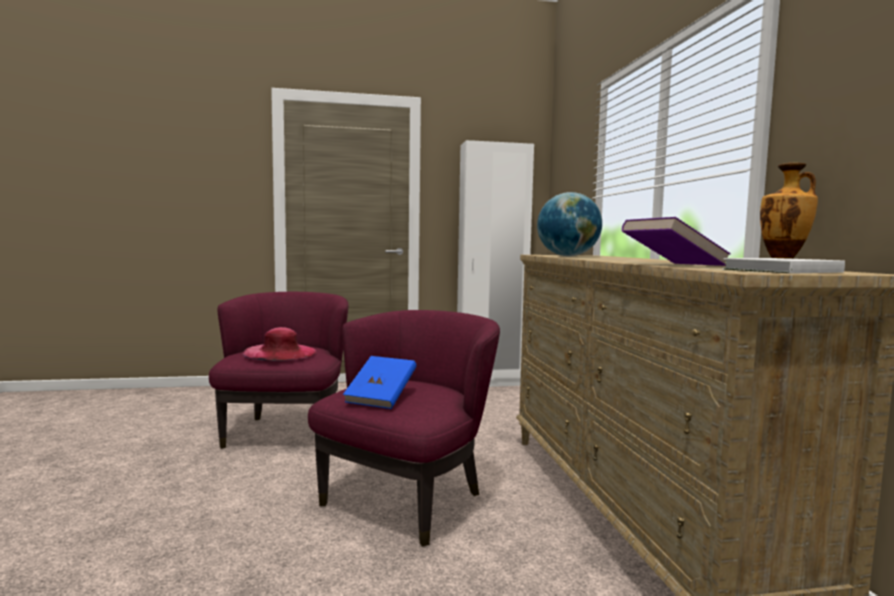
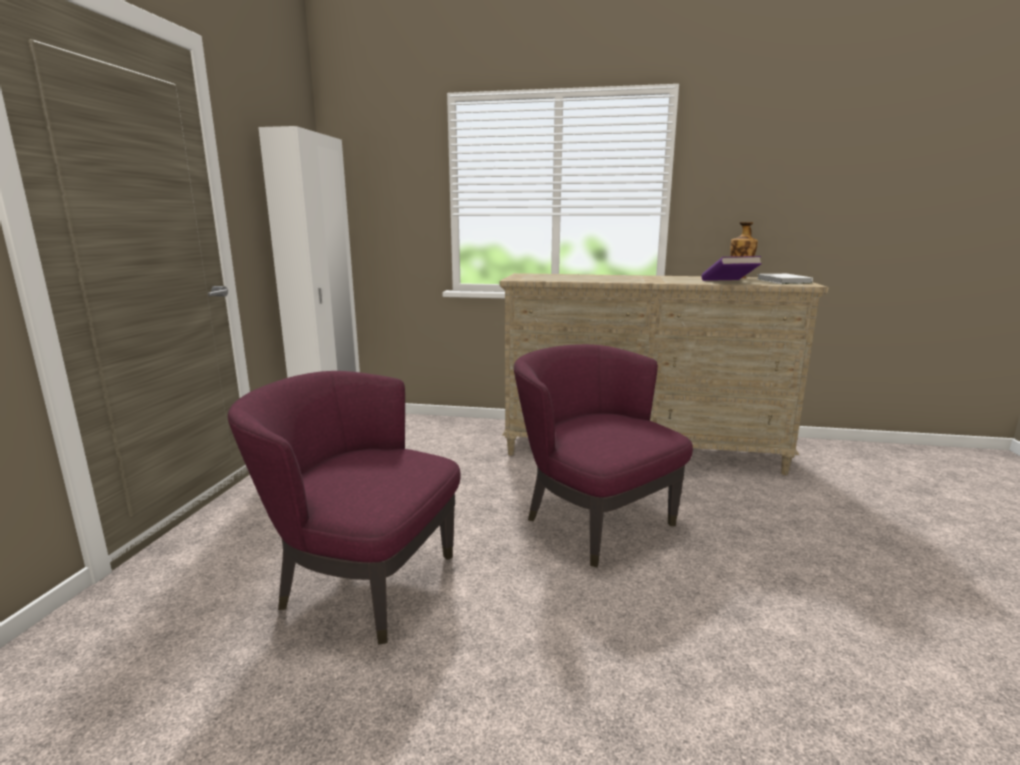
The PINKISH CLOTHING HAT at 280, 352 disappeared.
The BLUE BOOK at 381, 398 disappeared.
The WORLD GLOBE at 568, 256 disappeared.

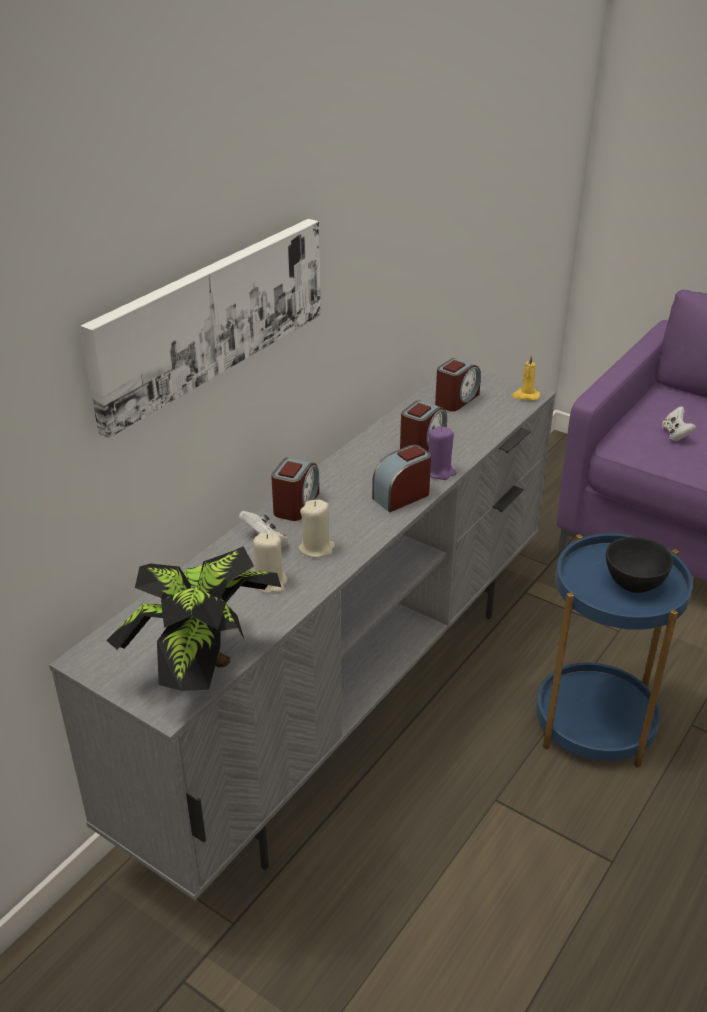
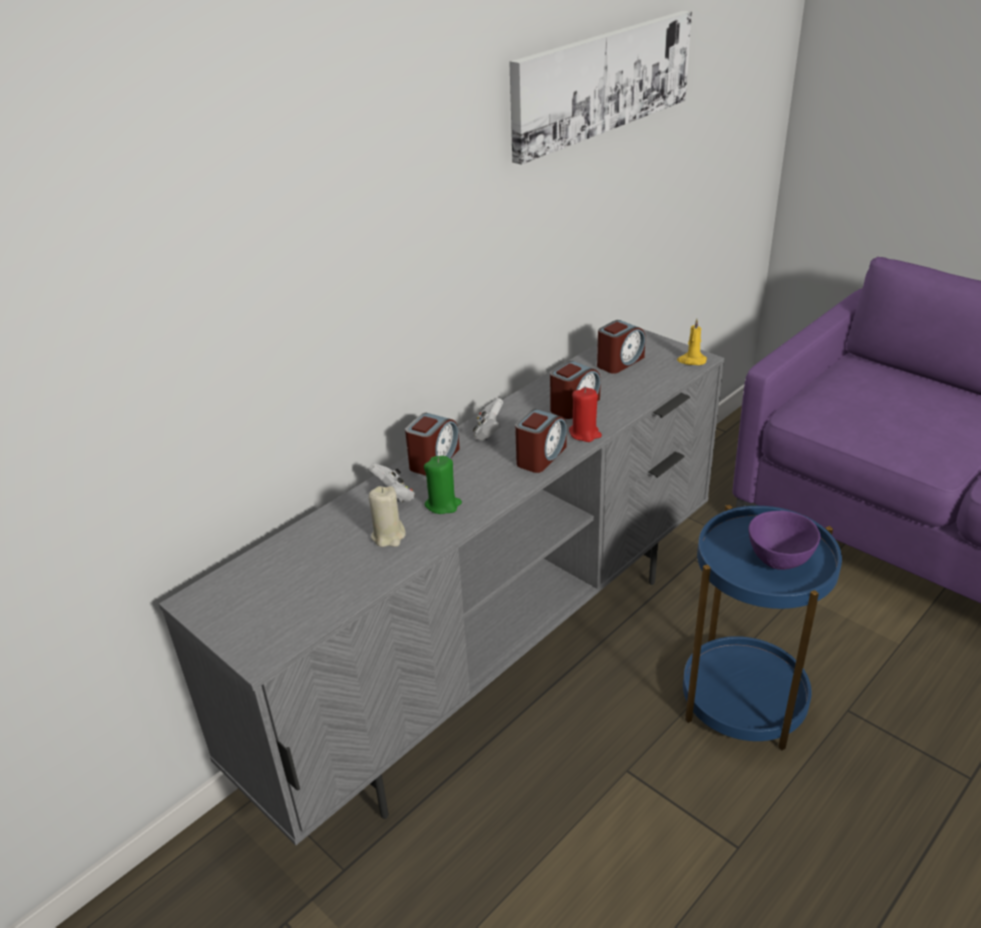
The WALL PICTURE moved from 210, 317 to 601, 82.
The HOUSEPLANT at 204, 671 disappeared.
The BEIGE-COLOURED WAX LIGHT at 317, 548 became the GREEN WAX LIGHT at 443, 505.
The ALARM CLOCK at 401, 496 turned 150 degrees clockwise.
The PURPLISH WAX LIGHT at 439, 472 became the RED WAX LIGHT at 585, 434.
The BLACKISH SERVING BOWL at 634, 583 became the PURPLISH SERVING BOWL at 779, 559.
The WHITE-COLOURED JOYPAD moved from 675, 434 to 488, 432.

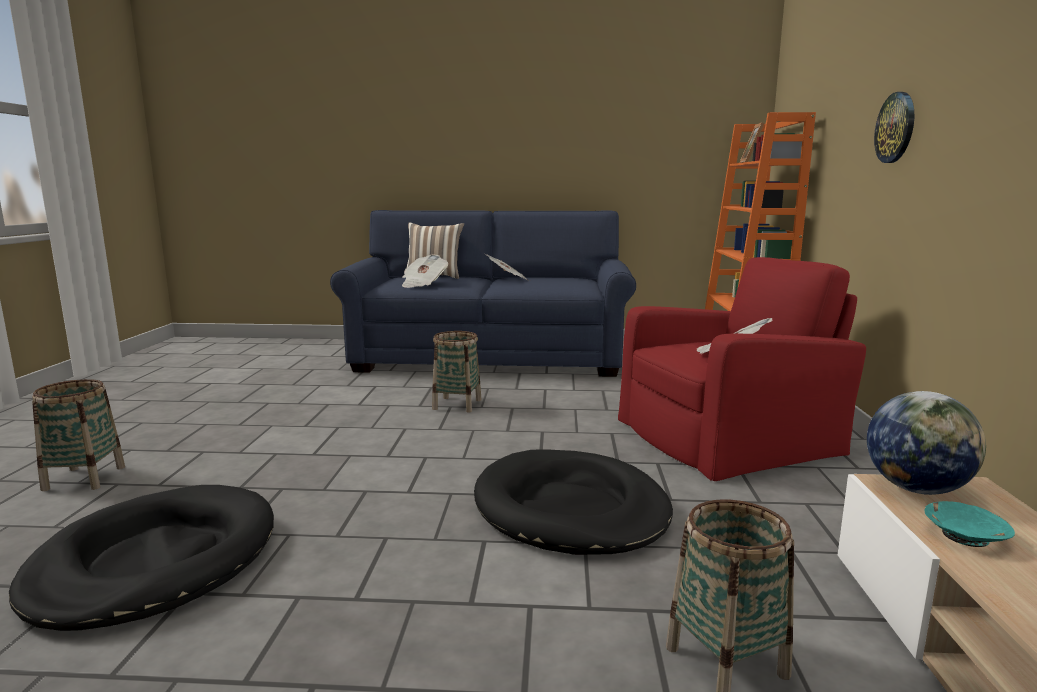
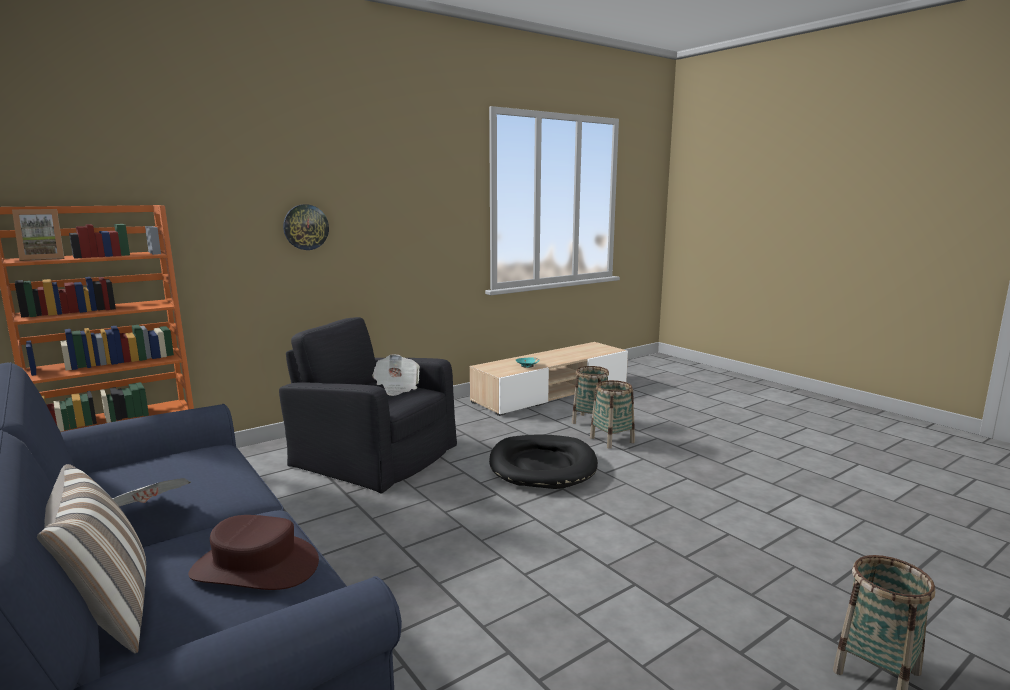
The BLACKISH DOG BED at 155, 561 disappeared.
The DAILY PAPER at 423, 284 was replaced by the BROWN CLOTHING HAT at 256, 567.
The BASKET moved from 457, 404 to 611, 440.
The RED EASY CHAIR at 728, 436 became the BLACKISH EASY CHAIR at 373, 455.
The WORLD GLOBE at 916, 489 disappeared.

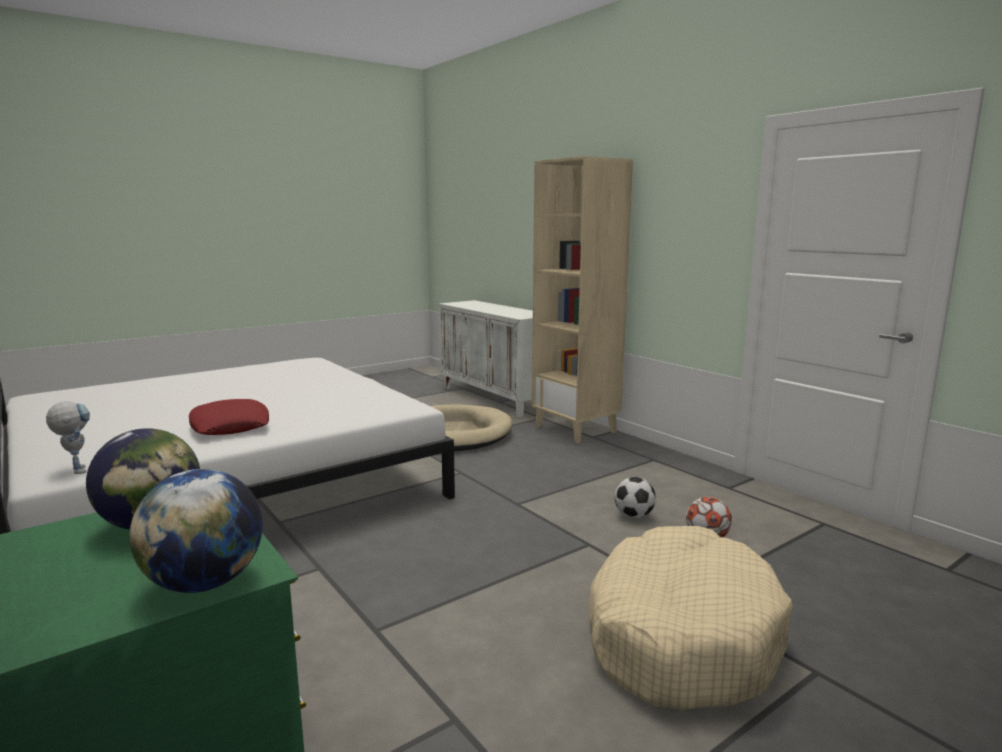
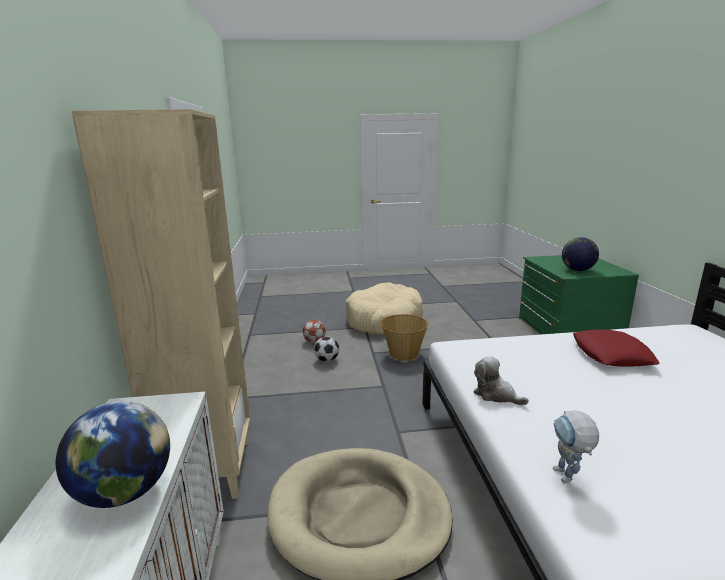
The ROBOT FIGURE moved from 76, 469 to 568, 479.
The WORLD GLOBE moved from 205, 583 to 125, 492.
The BASKET at 403, 354 appeared.
The PLUSH TOY at 496, 395 appeared.

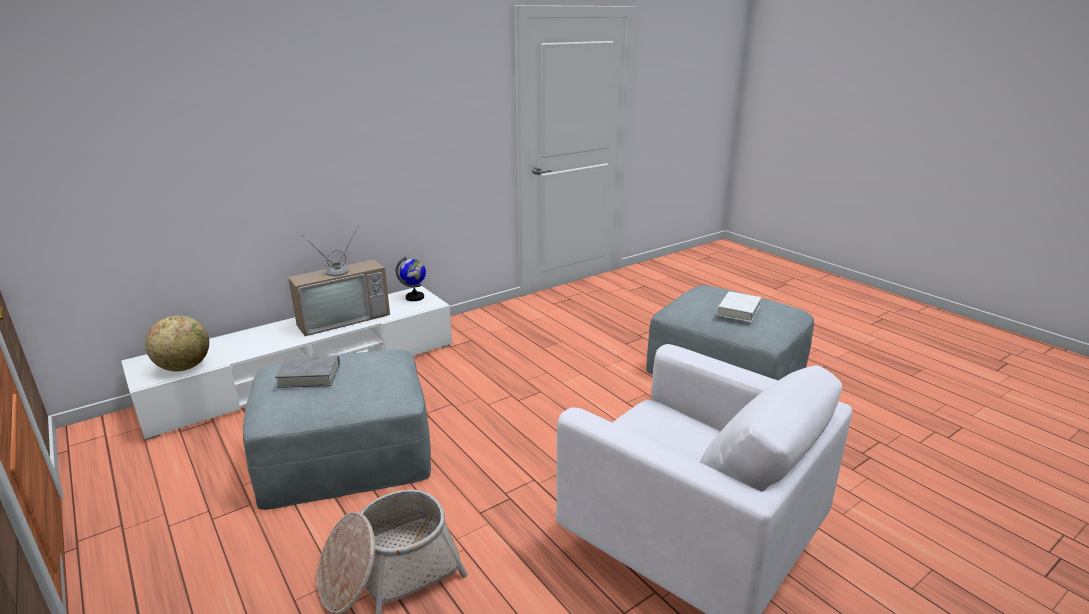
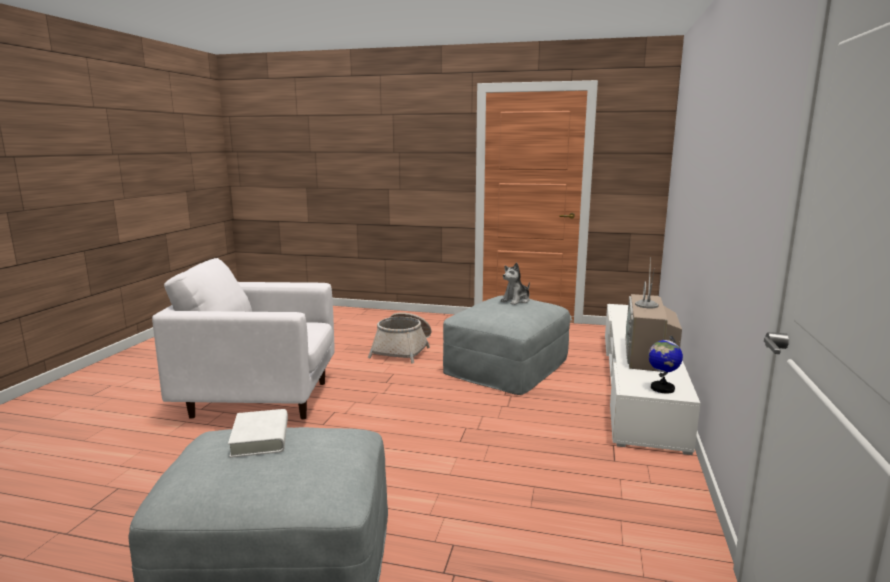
The WORLD GLOBE at 184, 367 disappeared.
The GREYISH BOOK at 309, 376 was replaced by the PLUSH TOY at 516, 300.

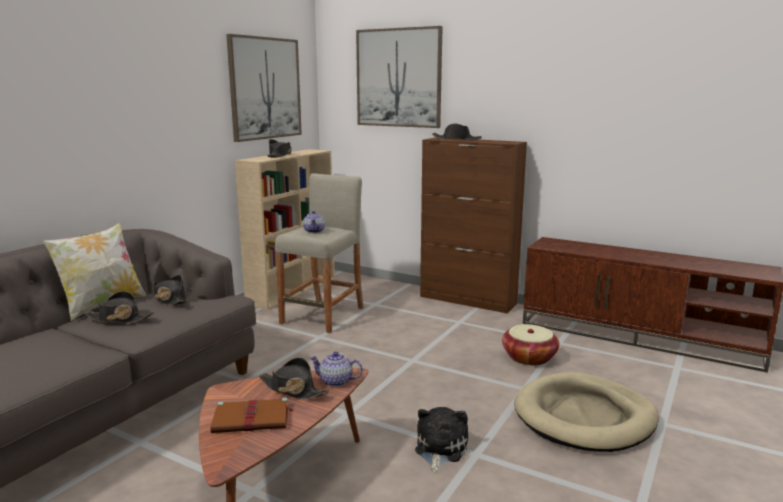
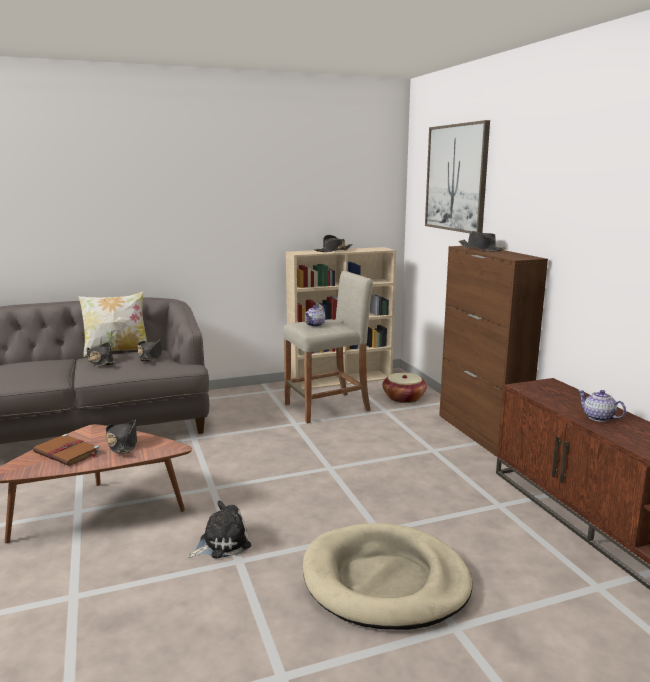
The WALL PICTURE at 265, 88 disappeared.
The POT FOR TEA moved from 336, 381 to 599, 418.
The BASKET moved from 529, 357 to 404, 398.

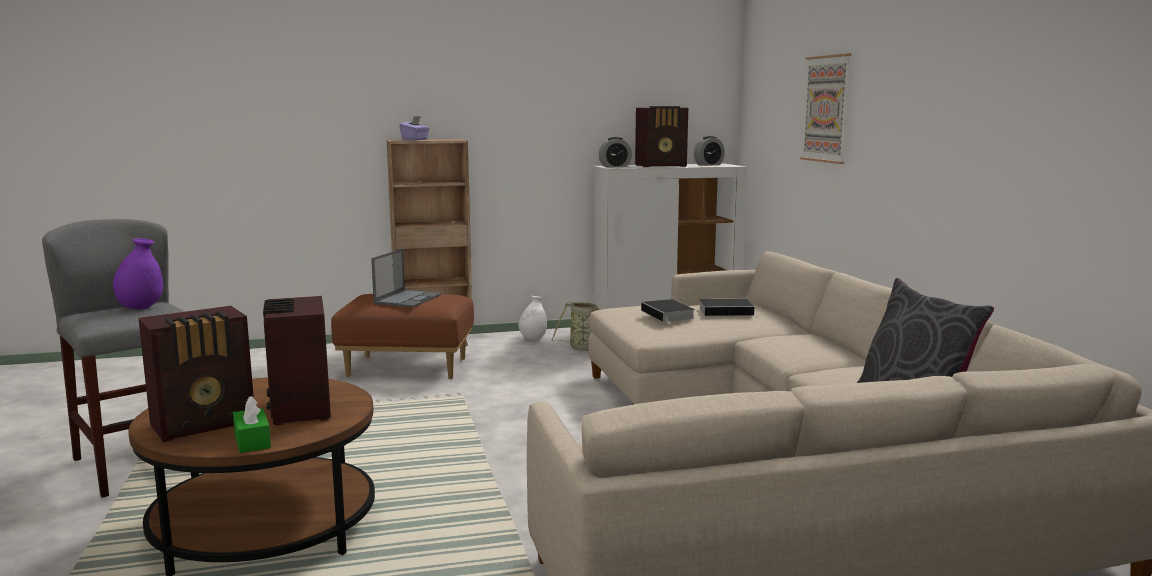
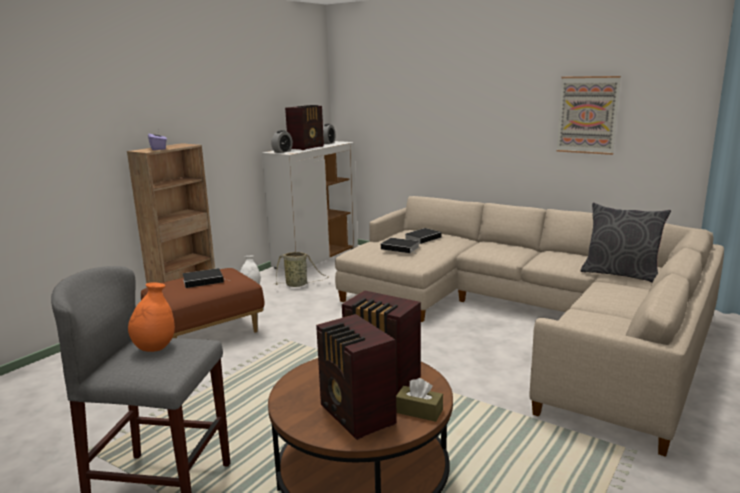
The PURPLISH FLOWER VASE at 140, 308 became the ORANGE FLOWER VASE at 155, 348.
The RADIO at 206, 424 turned 135 degrees clockwise.
The GREEN TISSUE HOLDER at 252, 441 became the BROWN TISSUE HOLDER at 419, 411.
The NOTEBOOK COMPUTER at 408, 299 was replaced by the BOOK at 204, 280.
The WALL PICTURE moved from 826, 109 to 587, 115.

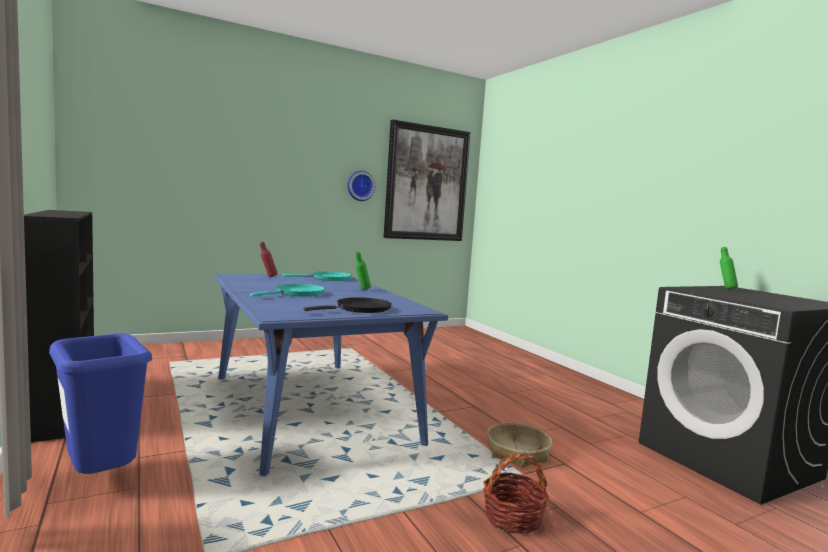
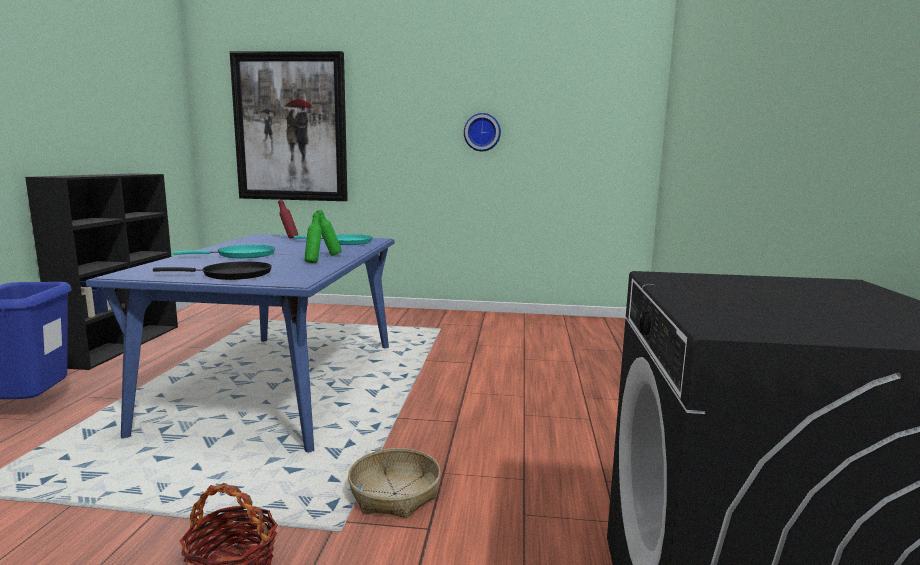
The WALL PICTURE moved from 426, 183 to 291, 128.
The GREEN BEVERAGE BOTTLE moved from 725, 289 to 314, 262.

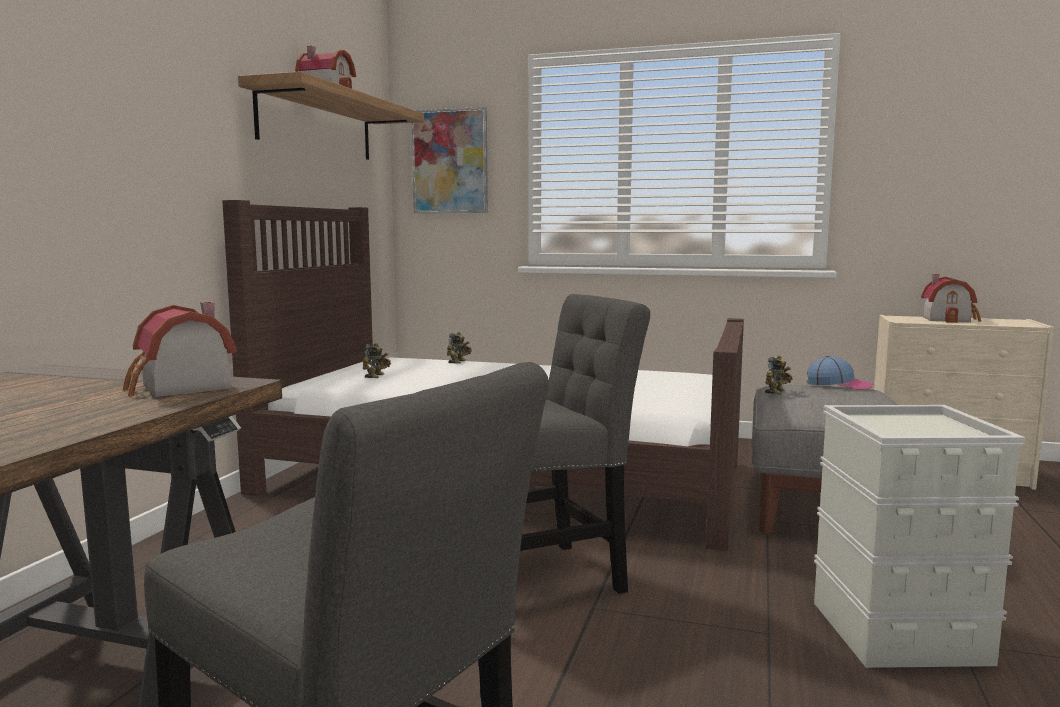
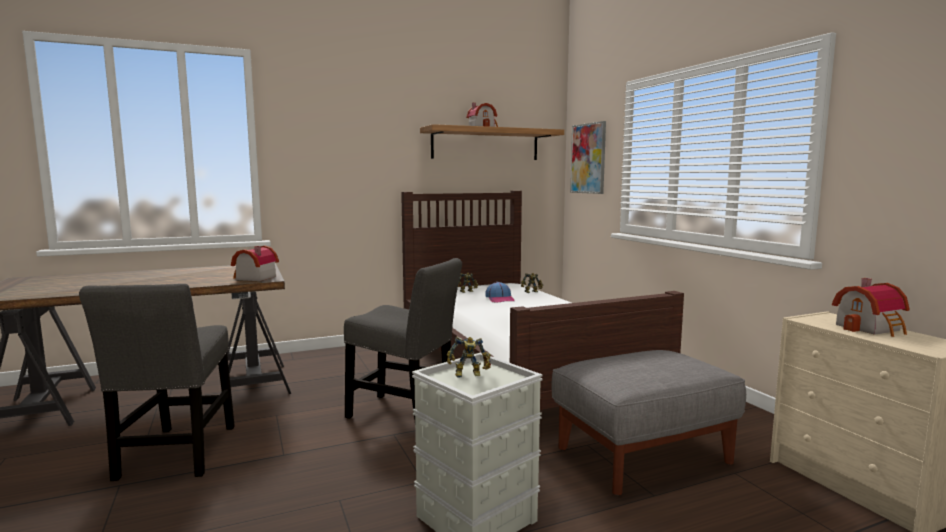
The ROBOT FIGURE moved from 777, 392 to 469, 375.
The BASEBALL CAP moved from 839, 384 to 500, 299.

